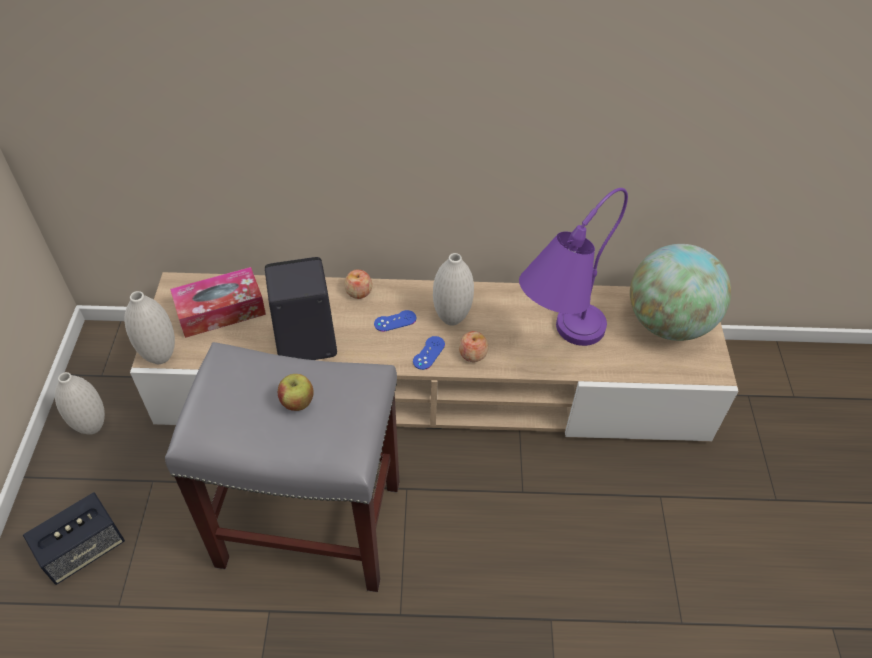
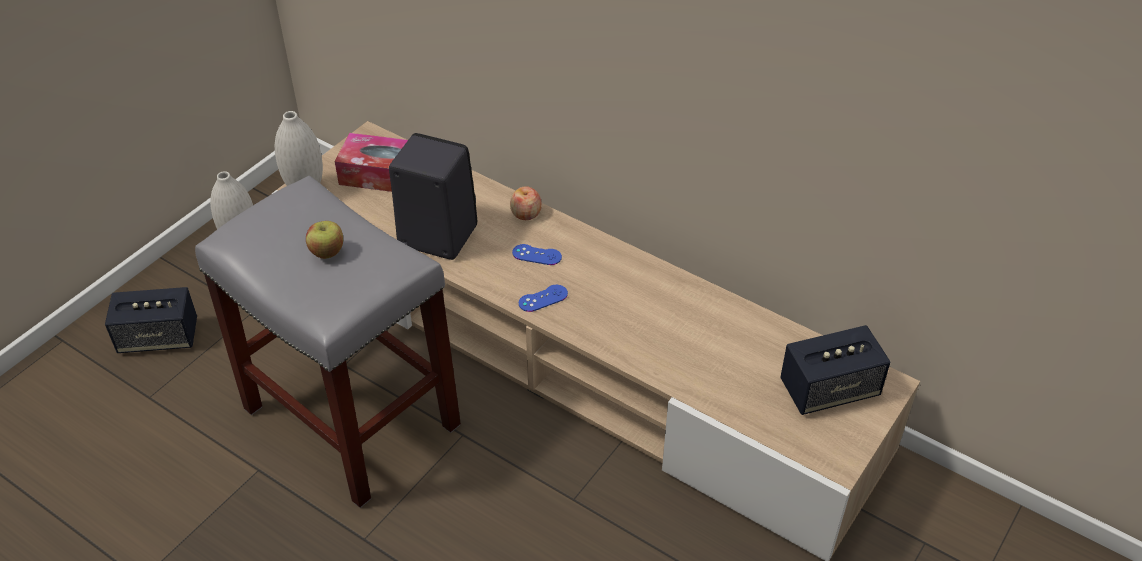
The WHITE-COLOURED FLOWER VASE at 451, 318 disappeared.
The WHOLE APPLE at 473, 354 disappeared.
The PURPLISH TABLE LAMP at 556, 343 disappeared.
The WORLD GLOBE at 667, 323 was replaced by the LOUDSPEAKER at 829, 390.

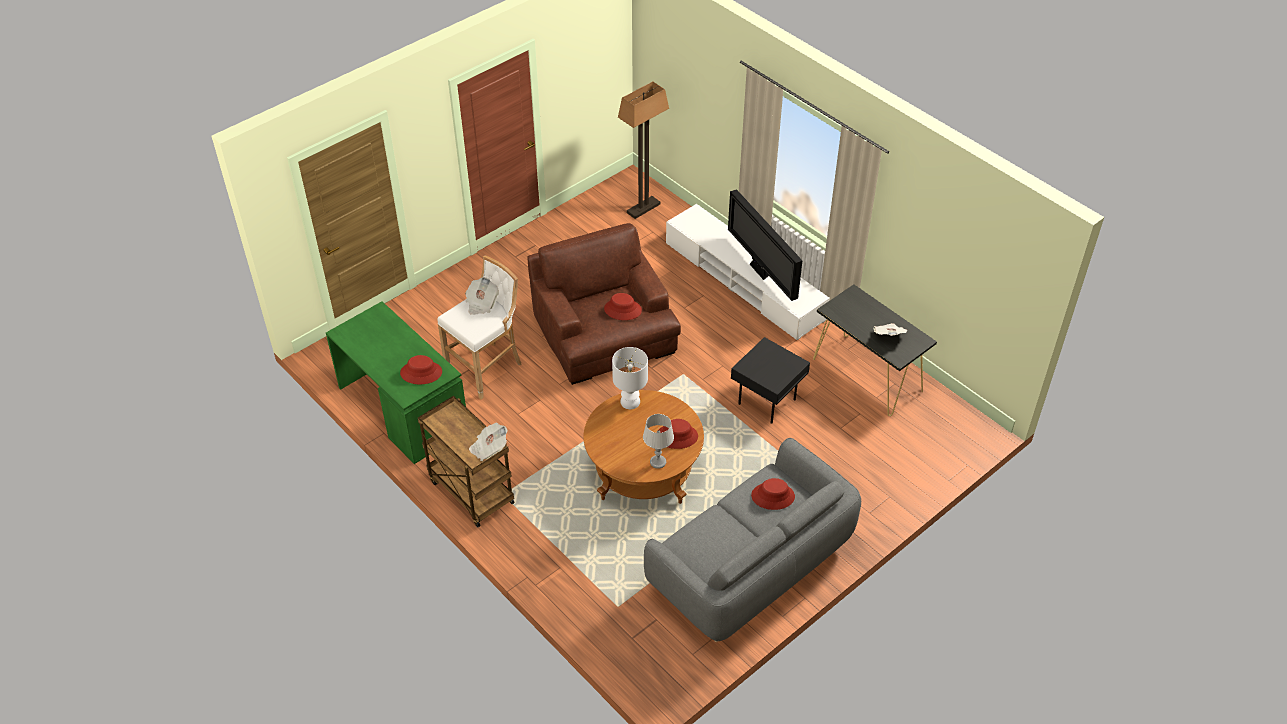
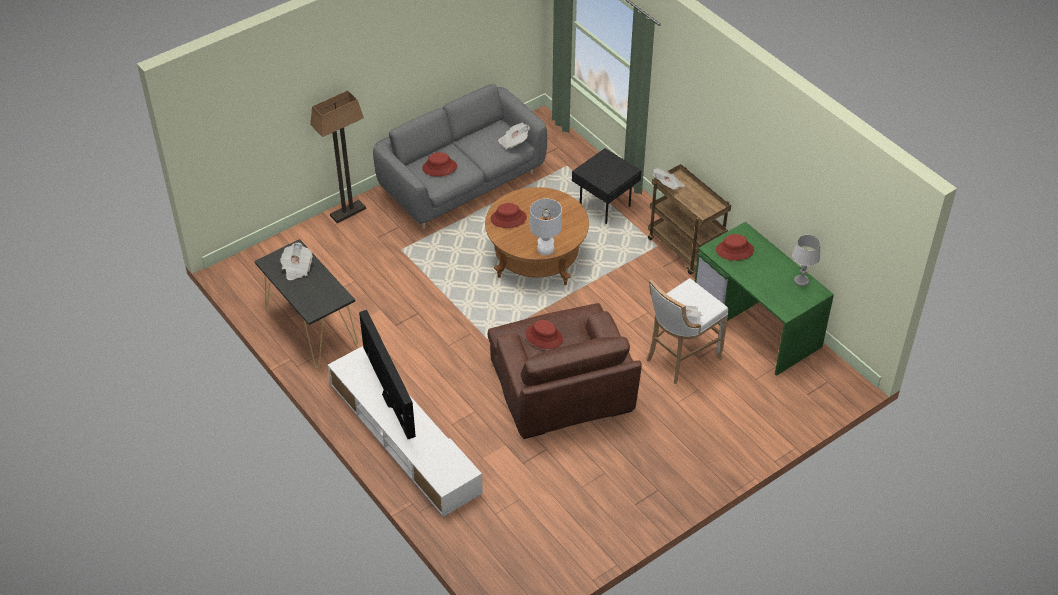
The FLOOR LAMP moved from 643, 208 to 348, 212.
The GREYISH TABLE LAMP moved from 658, 462 to 801, 281.
The BLACKISH ACCENT TABLE moved from 767, 403 to 605, 205.
The DAILY PAPER at 513, 142 appeared.

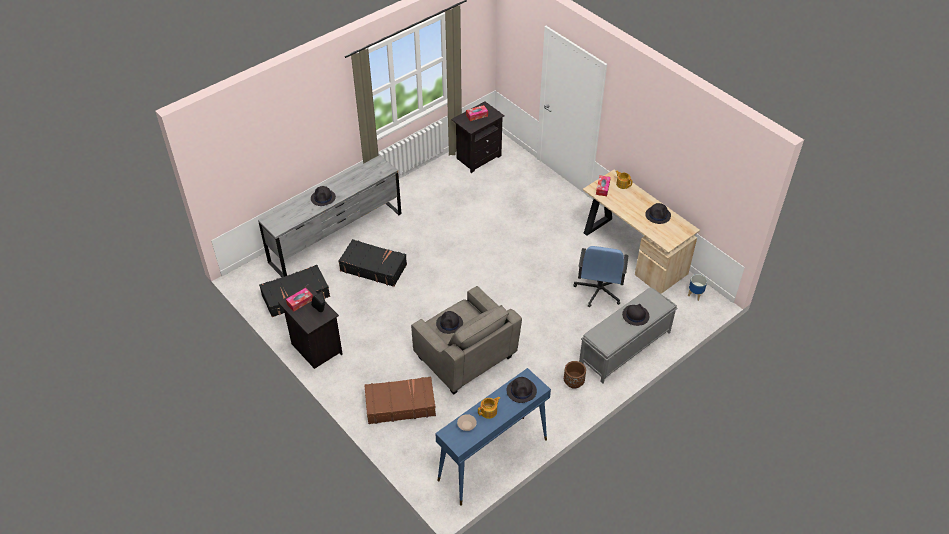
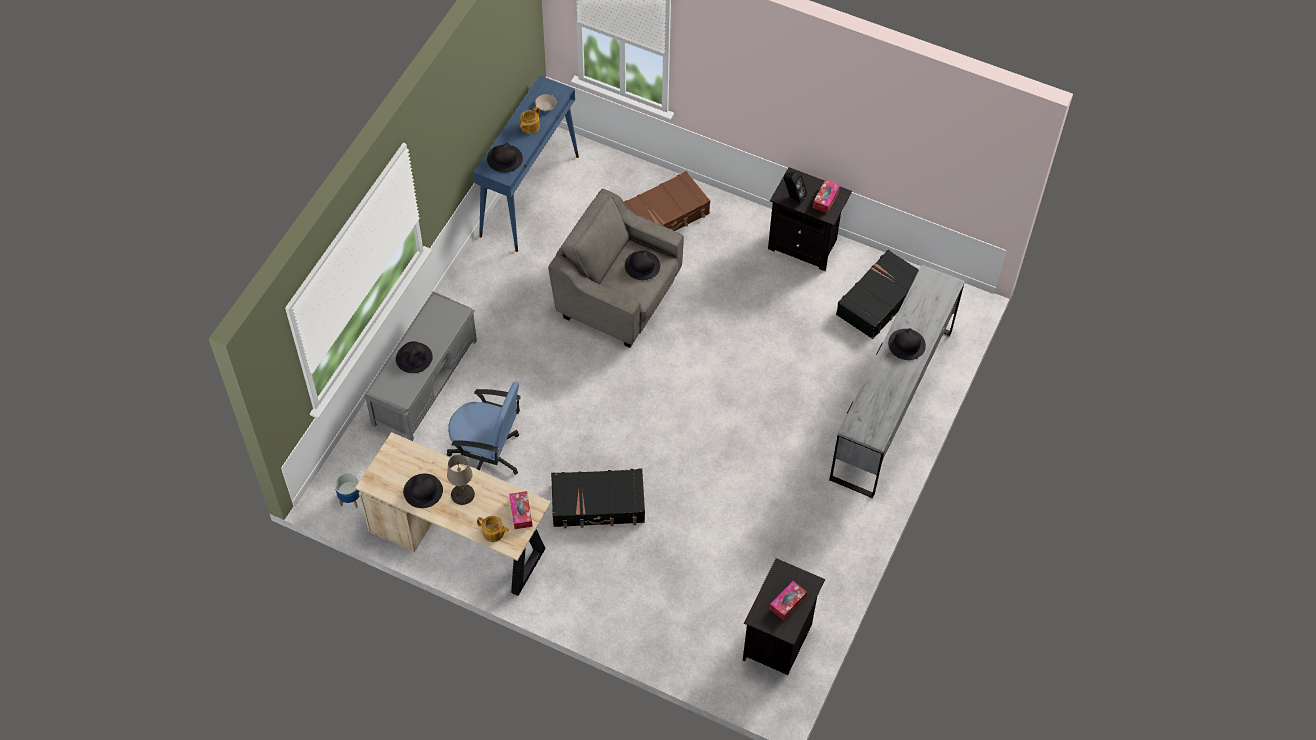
The BLACKISH PIECE OF LUGGAGE moved from 373, 267 to 598, 504.
The BROWN PLANT POT at 573, 382 disappeared.
The BLUE DESK CHAIR at 599, 290 turned 120 degrees clockwise.
The BEIGE-COLOURED TABLE LAMP at 462, 494 appeared.

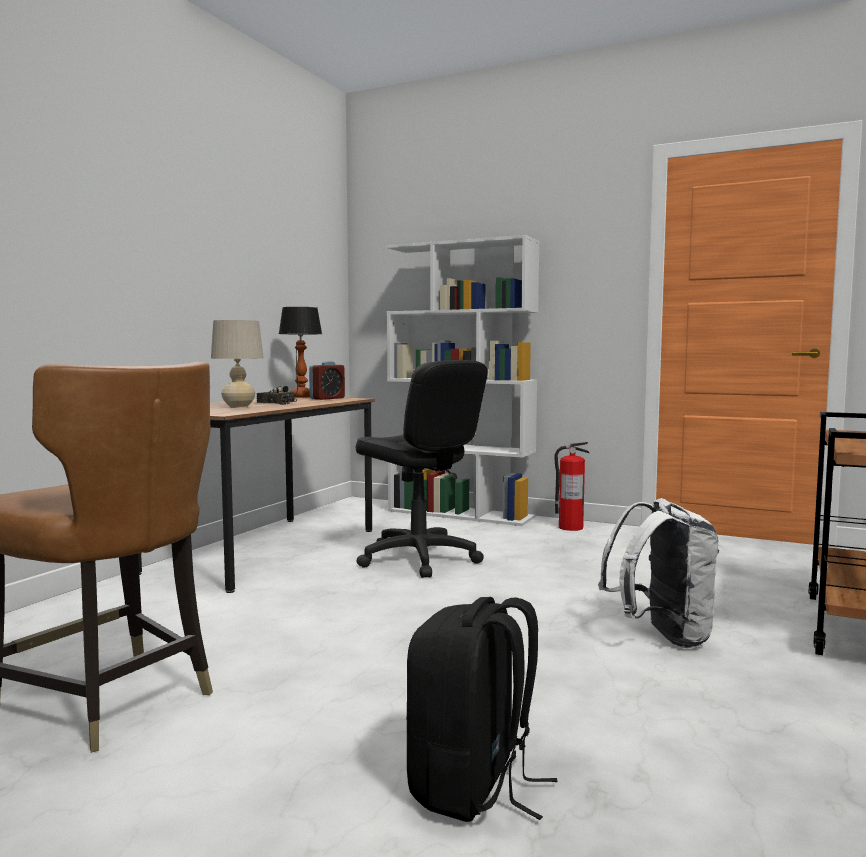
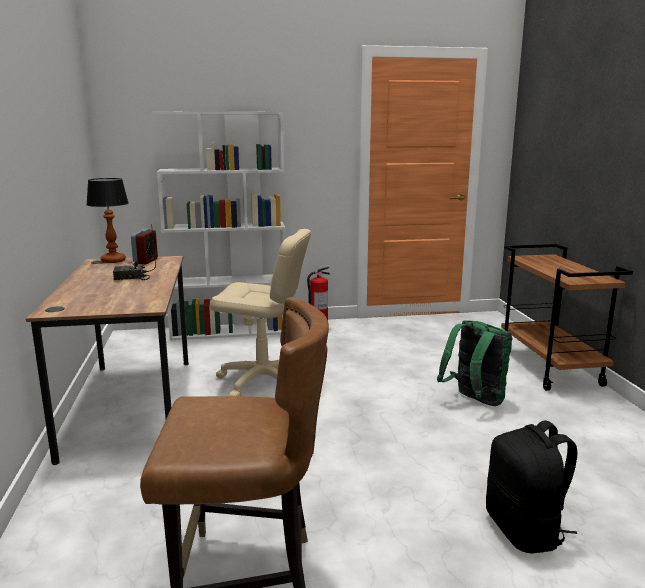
The BEIGE-COLOURED TABLE LAMP at 239, 407 disappeared.
The BLACKISH DESK CHAIR at 418, 559 became the BEIGE-COLOURED DESK CHAIR at 263, 381.
The WHITE-COLOURED KNAPSACK at 661, 636 became the GREEN KNAPSACK at 474, 401.

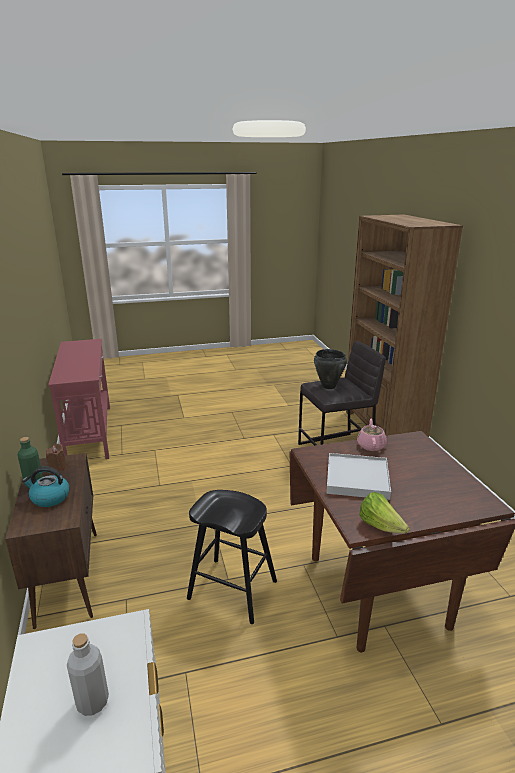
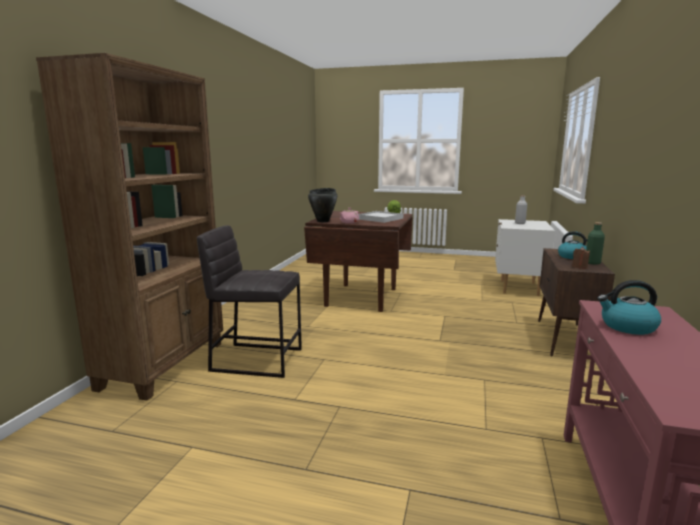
The BLACKISH STOOL at 232, 589 disappeared.
The BLACKISH COOKING POT moved from 328, 386 to 323, 221.
The KETTLE at 627, 327 appeared.

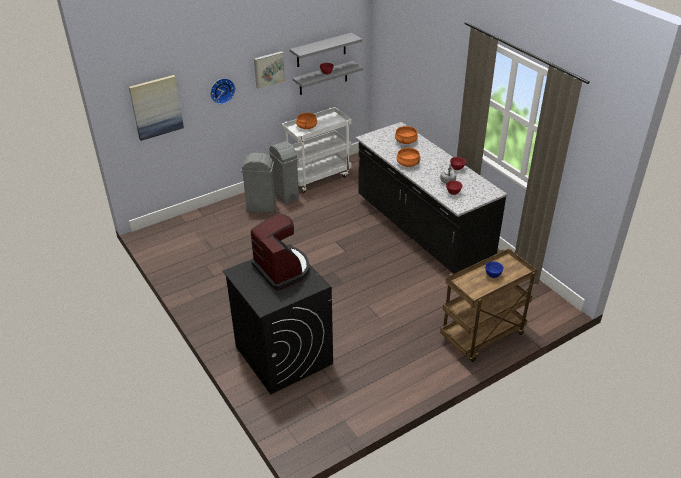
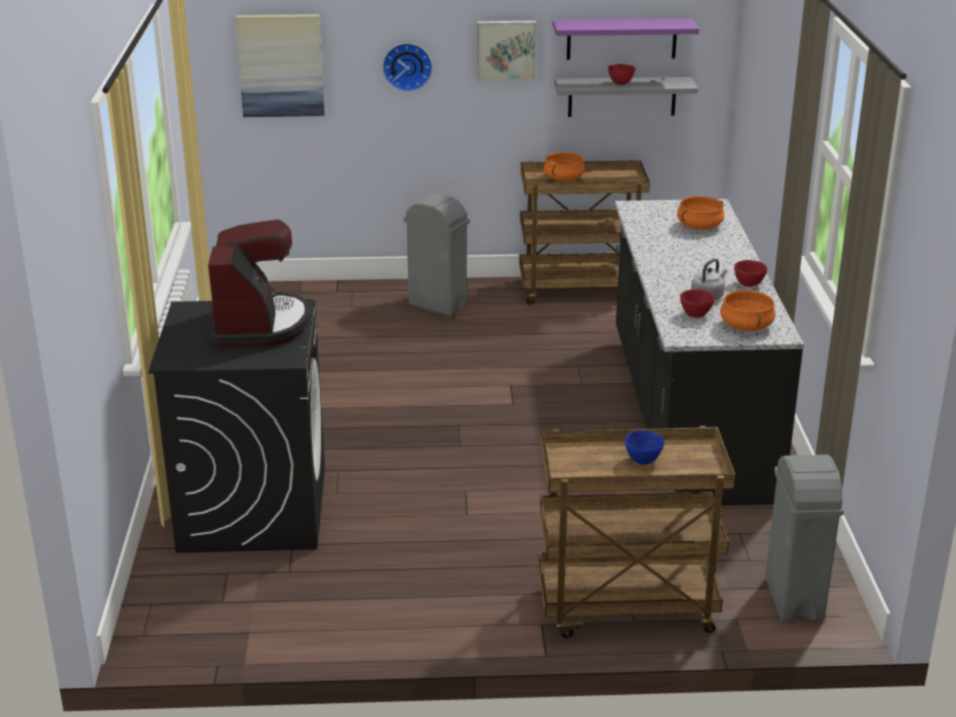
The GREYISH WASTE BIN moved from 285, 195 to 793, 599.
The WHITE-COLOURED TROLLEY at 318, 177 became the BROWN TROLLEY at 580, 289.
The GREYISH BRACKET SHELF at 321, 50 became the PURPLISH BRACKET SHELF at 621, 39.
The ORANGE COOKING POT moved from 408, 163 to 747, 326.

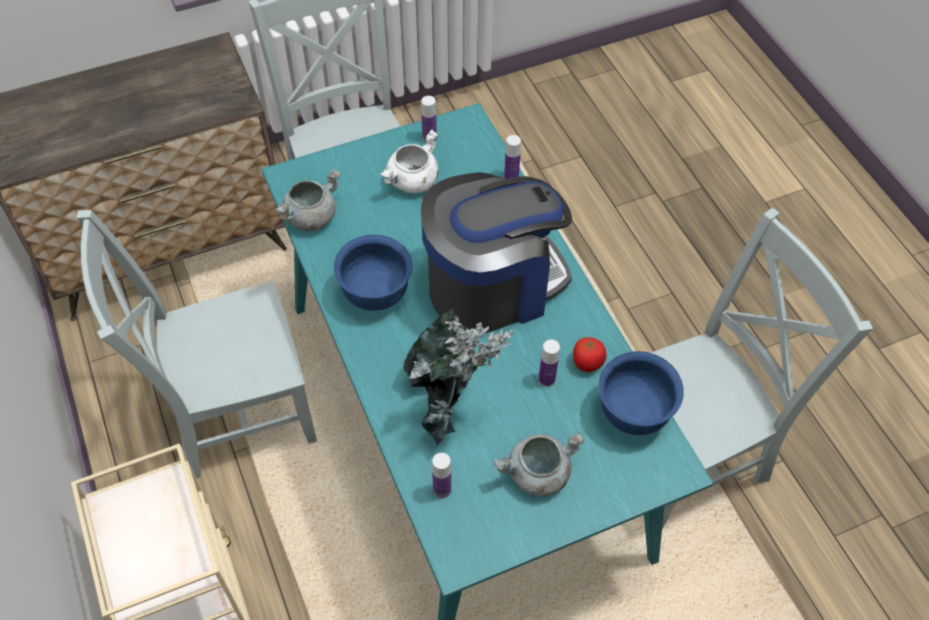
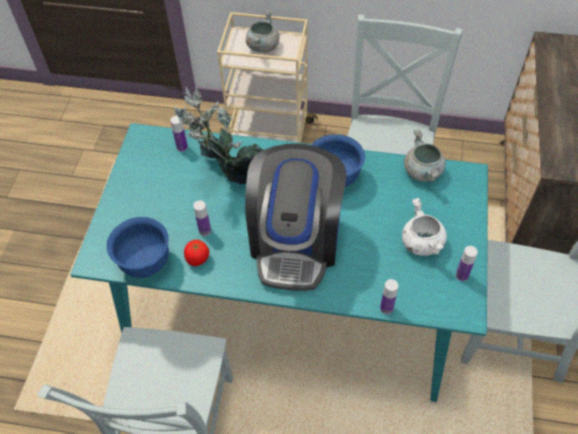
The GREYISH COOKING POT moved from 537, 475 to 262, 46.

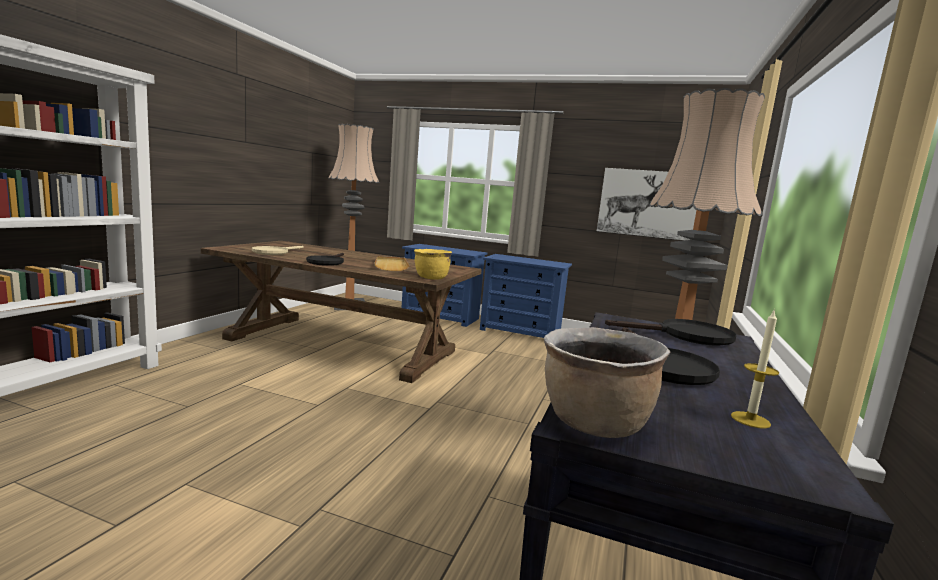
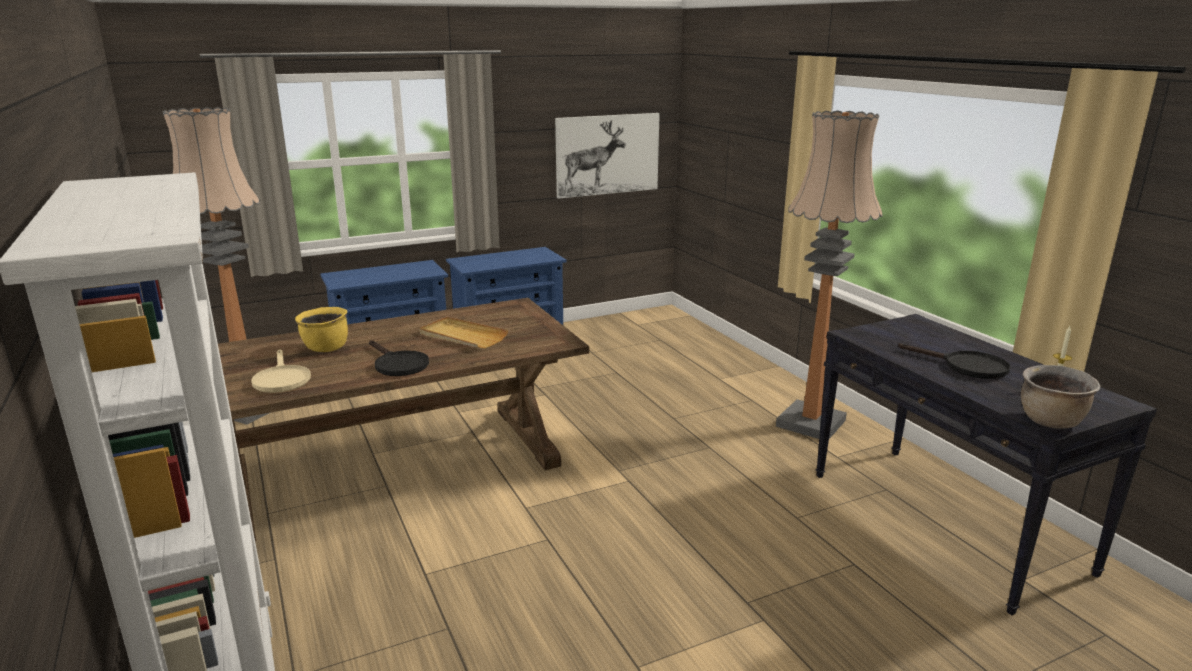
The YELLOWISH COOKING POT moved from 431, 278 to 326, 348.
The BLACKISH FRYING PAN at 686, 336 disappeared.

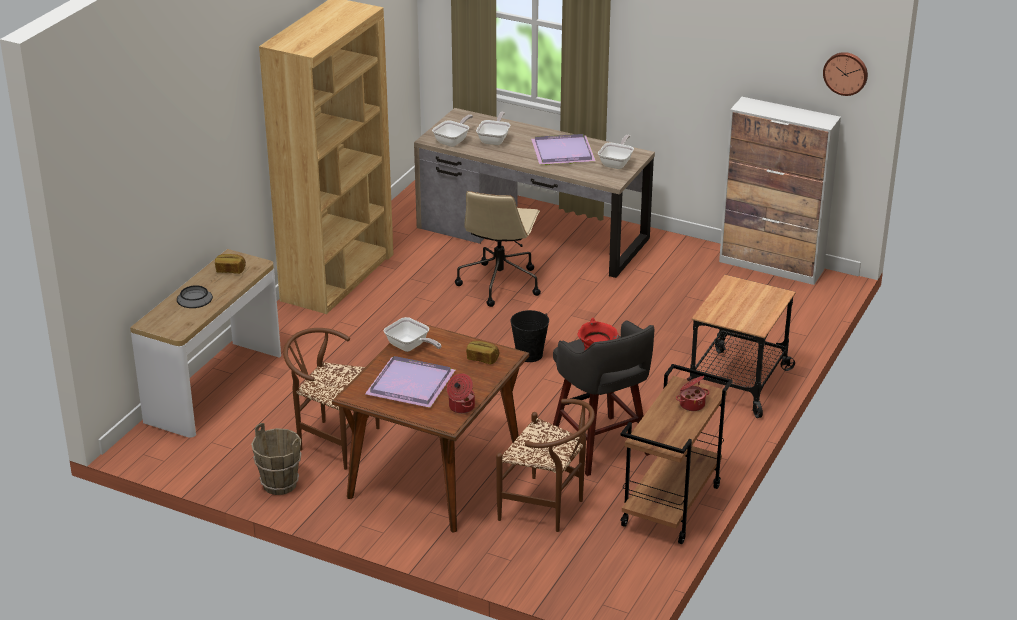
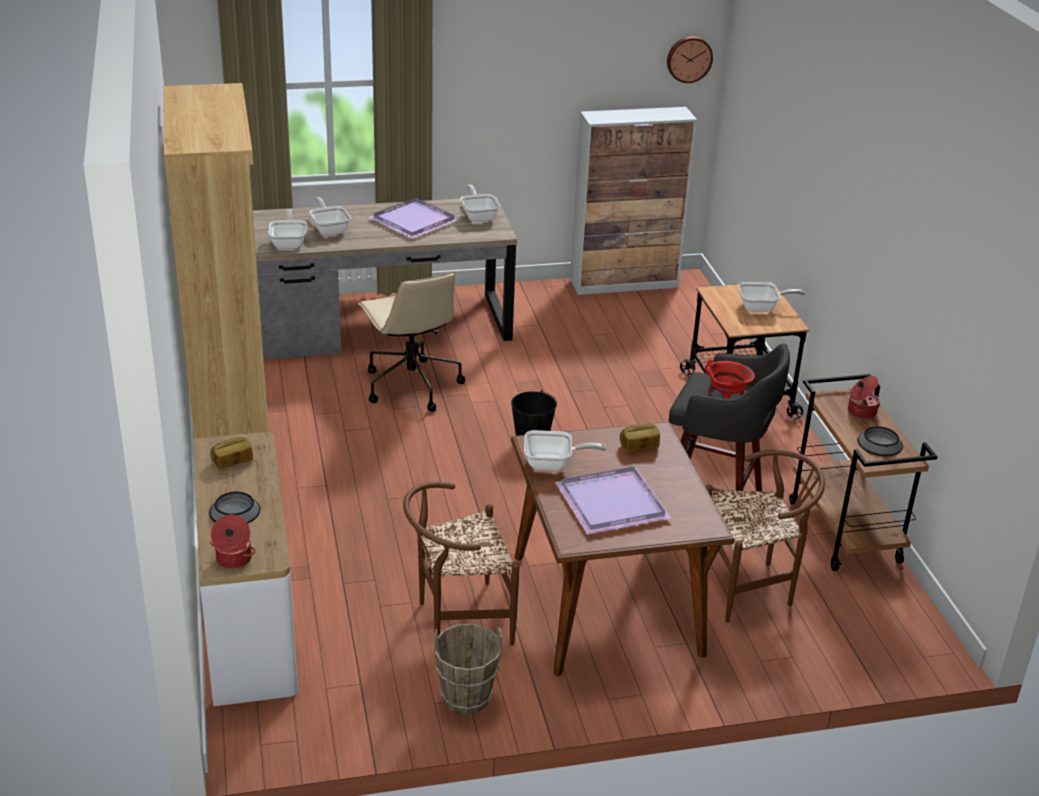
The COOKING POT moved from 461, 407 to 233, 559.
The FRYING PAN at 761, 308 appeared.
The SERVING BOWL at 879, 443 appeared.

